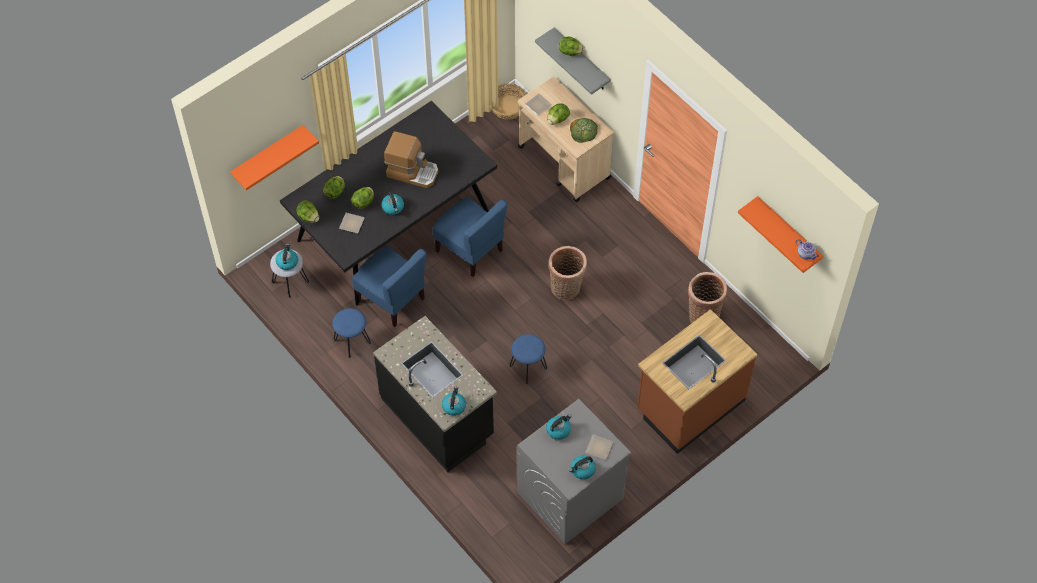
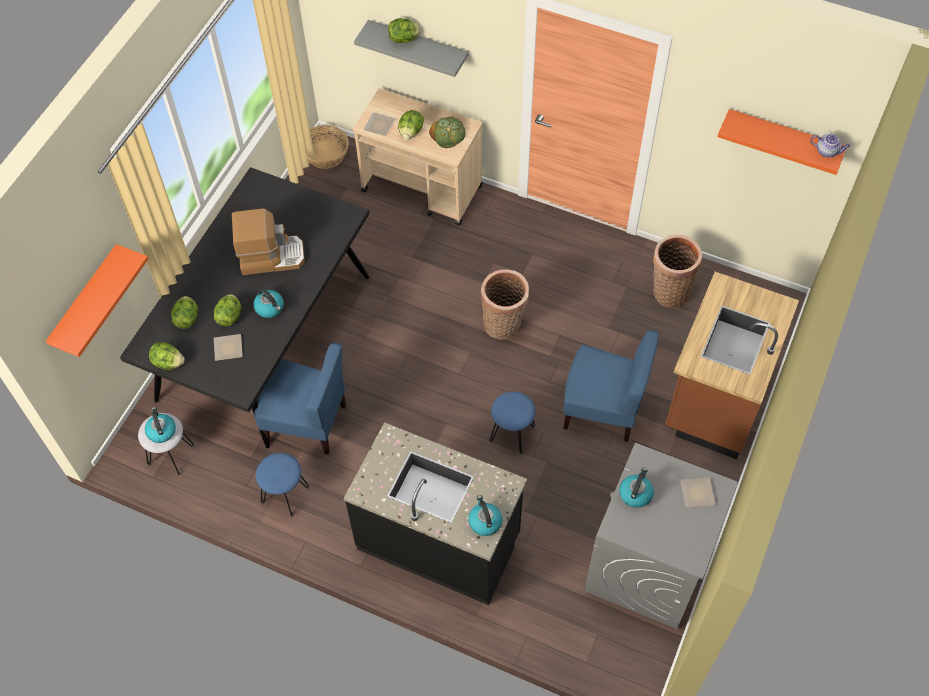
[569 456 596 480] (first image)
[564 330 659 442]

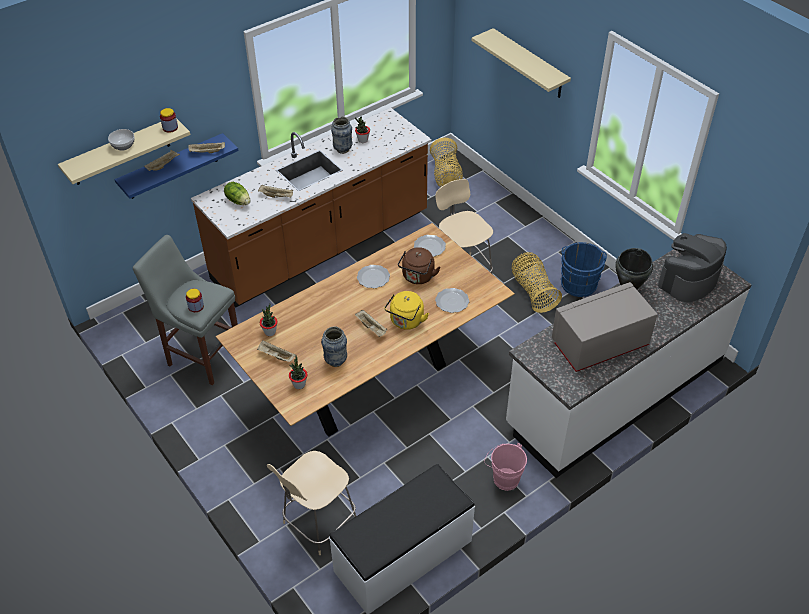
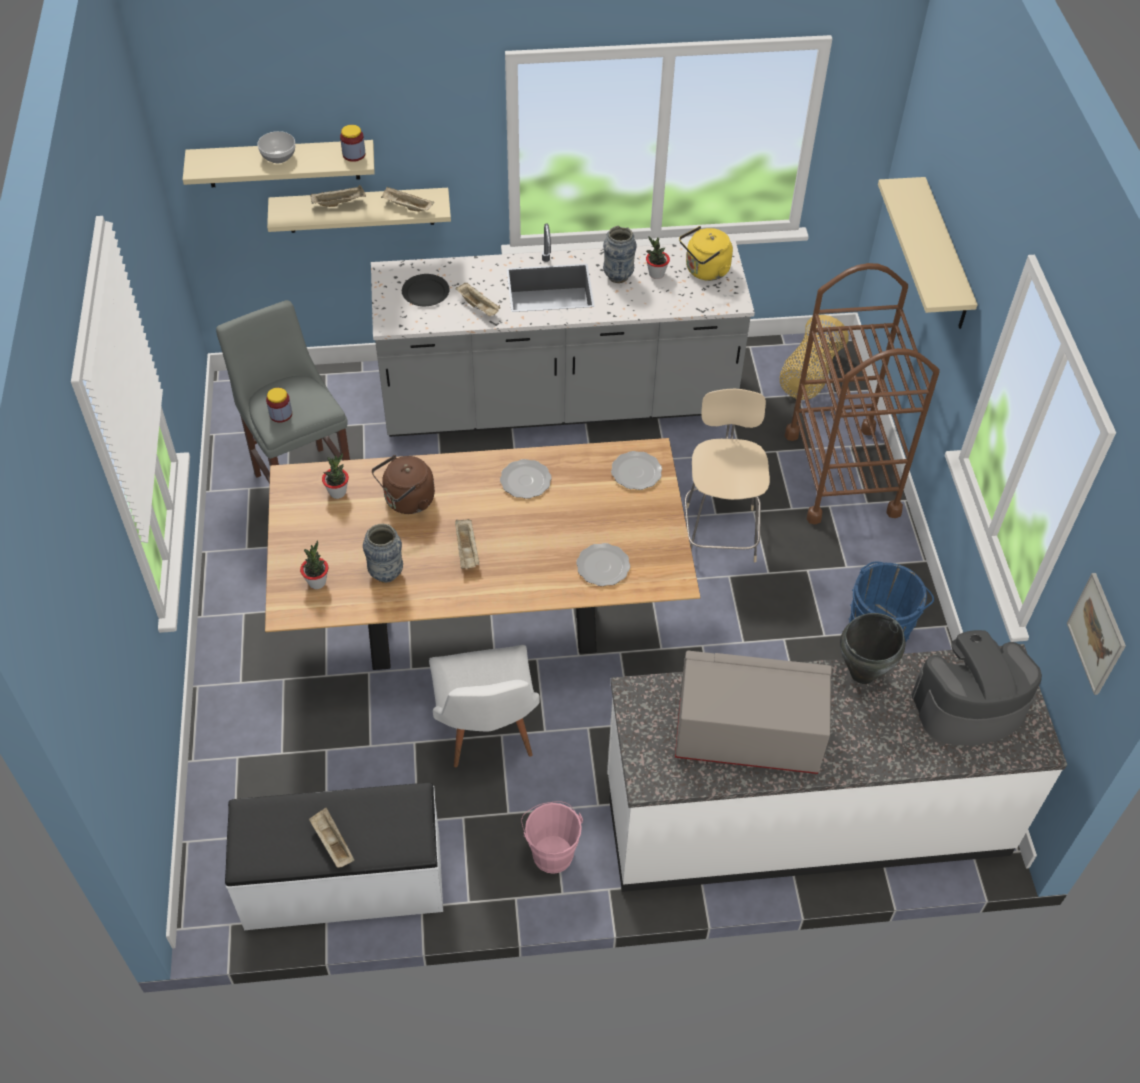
[267 451 356 555] (first image)
[512 252 562 313] (first image)
[429 645 540 767]
[785 263 939 525]
[1067 573 1126 695]
[309 807 354 868]
[679 226 733 281]
[372 455 435 514]
[402 274 450 306]
[267 188 451 233]
[371 223 755 437]

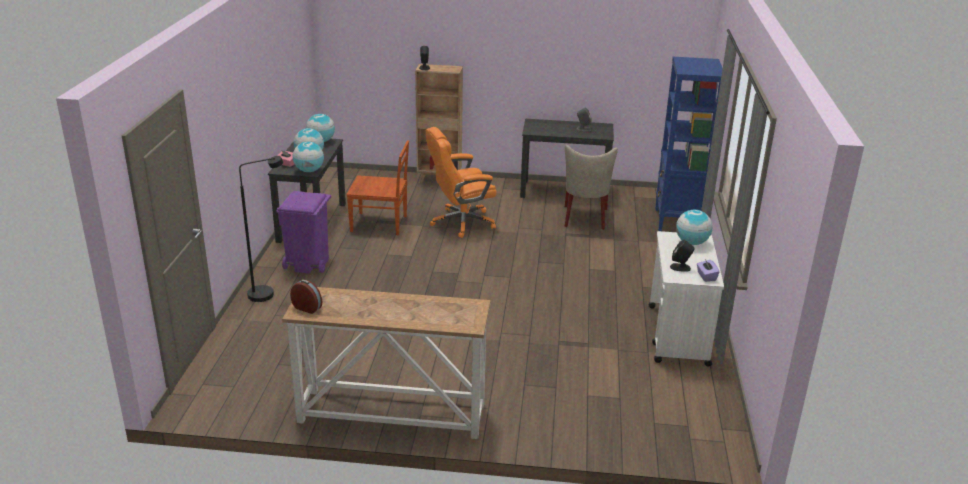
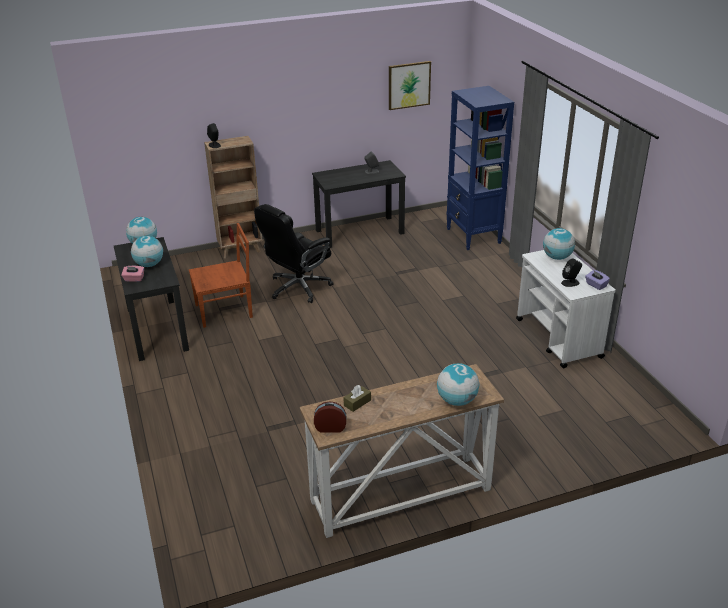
[239 156 283 302] (first image)
[276 191 331 273] (first image)
[565 144 618 230] (first image)
[343 385 371 412]
[389 61 431 110]
[437 363 479 406]
[254 204 334 303]

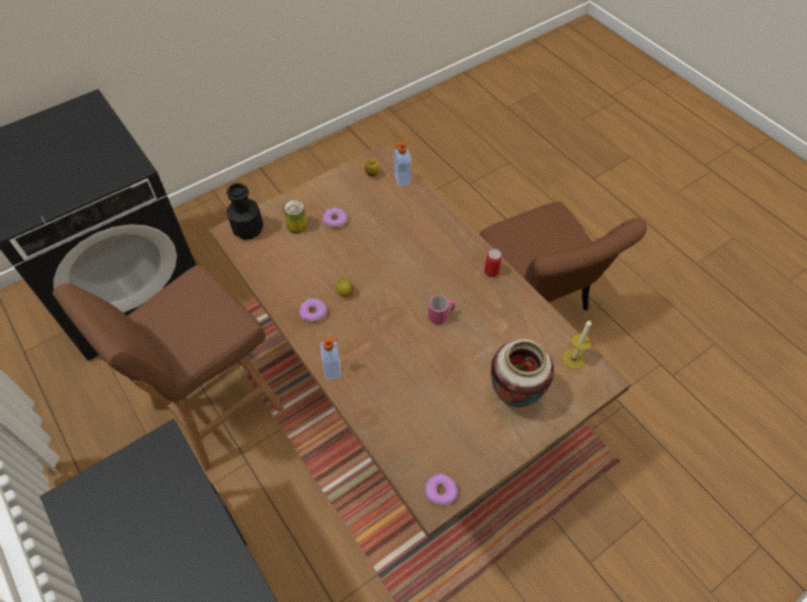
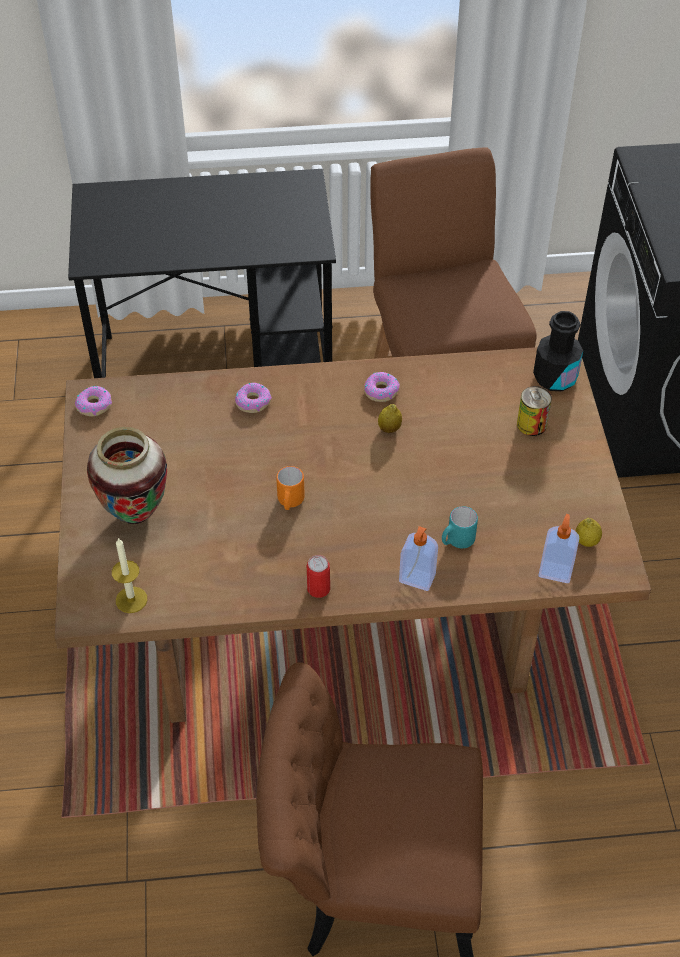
[442 506 478 548]
[399 526 438 591]
[235 383 272 413]
[276 466 305 510]

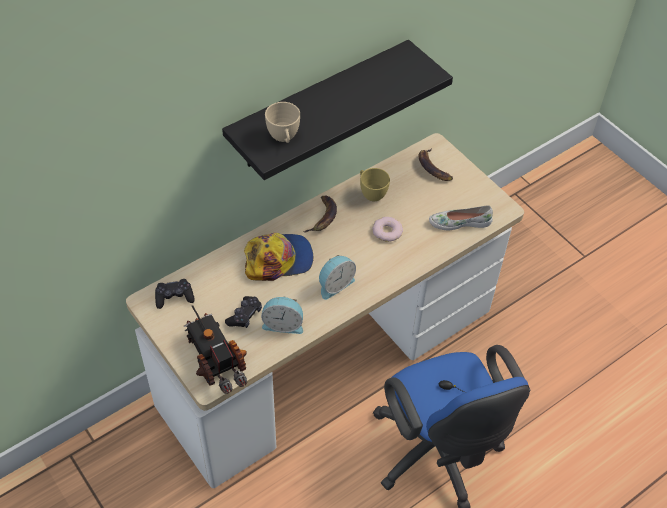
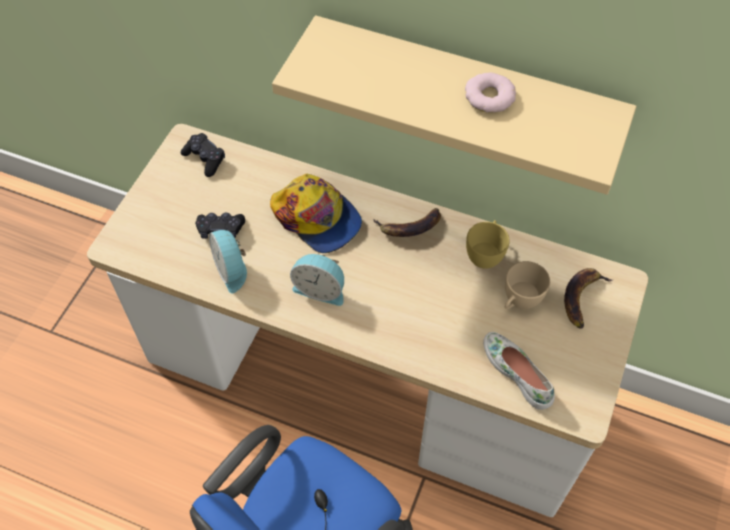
[184 305 247 394] (first image)
[505 261 550 309]
[465 72 516 113]
[272 15 636 195]

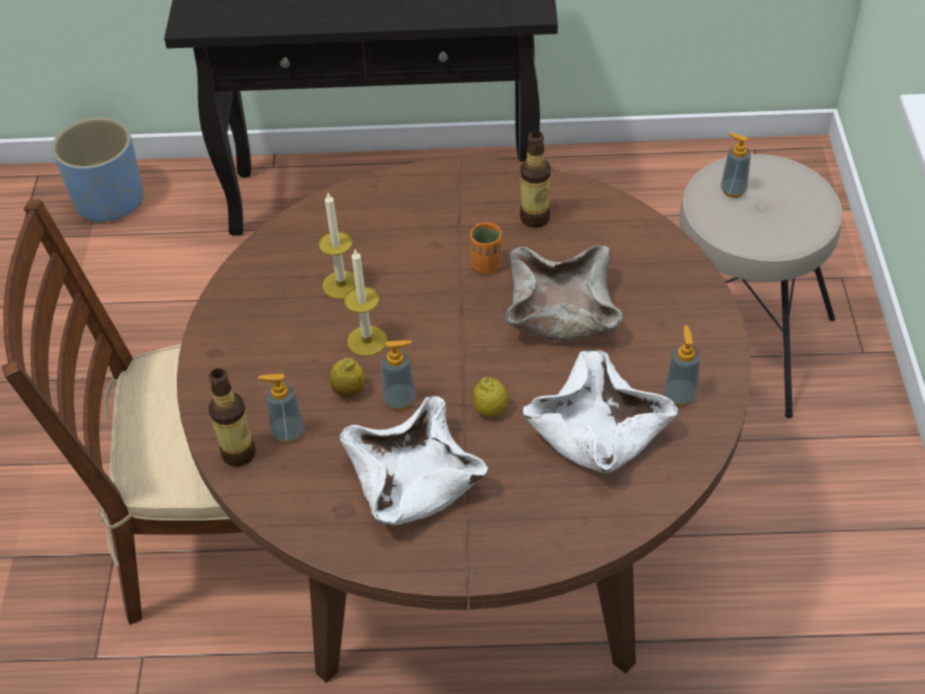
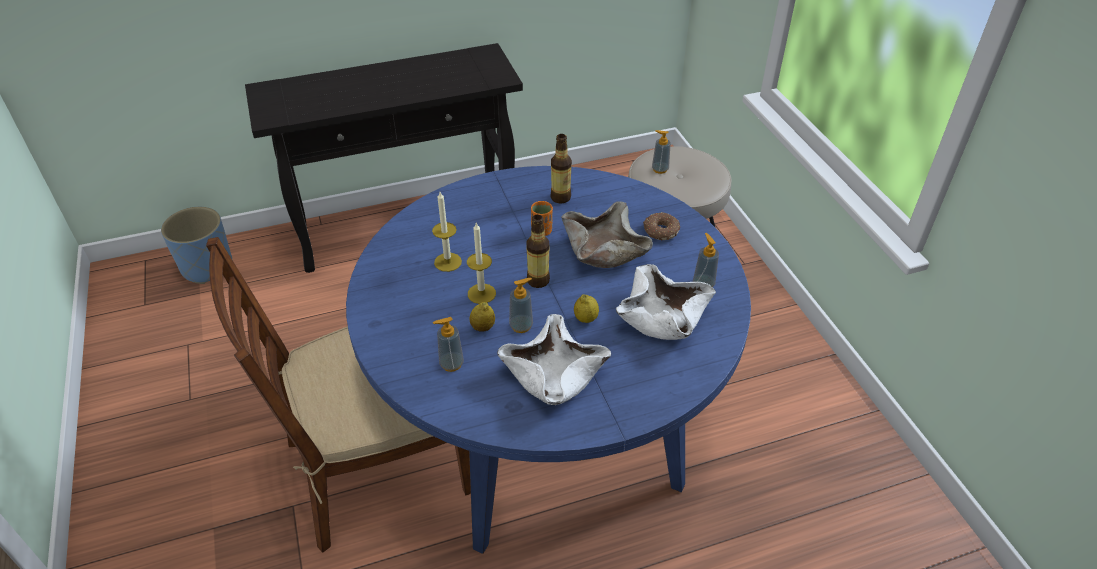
[643 212 680 241]
[526 215 550 288]
[346 166 751 554]

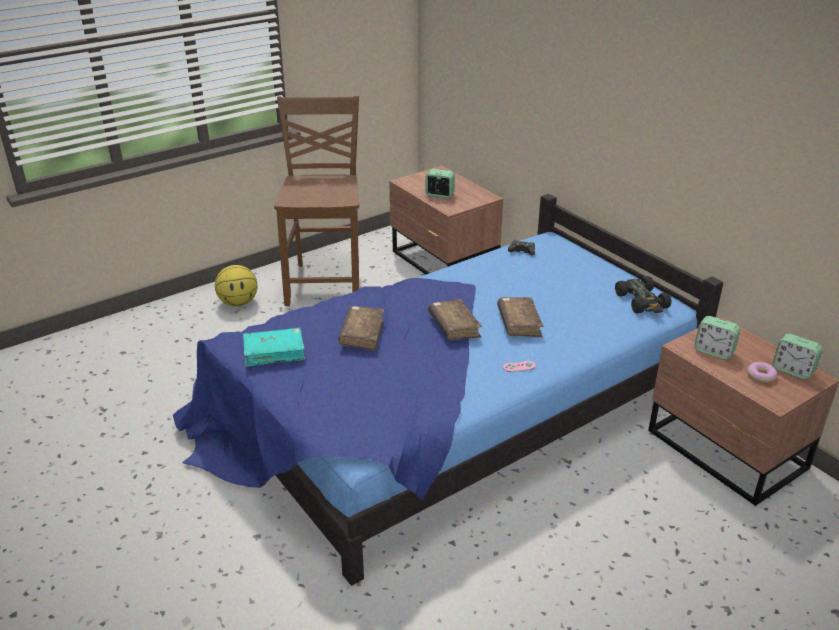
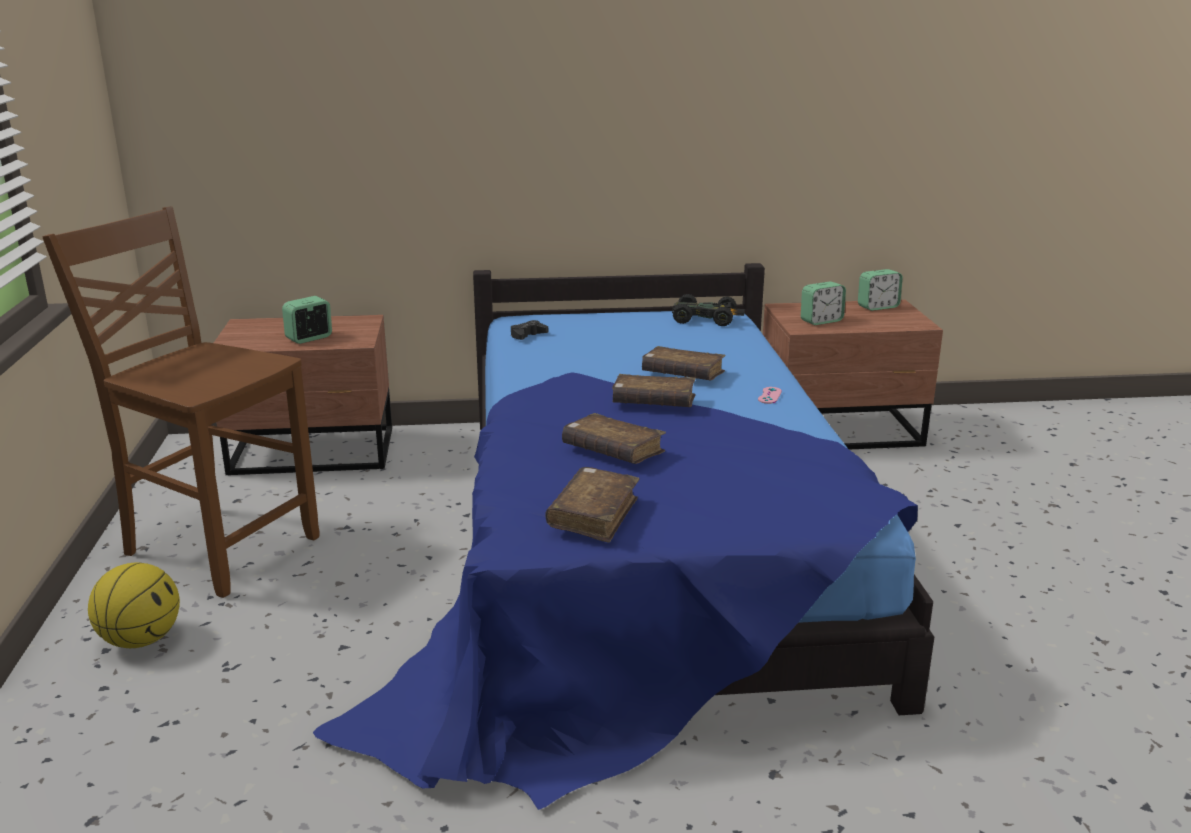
[747 362 777 383] (first image)
[546 467 639 543]

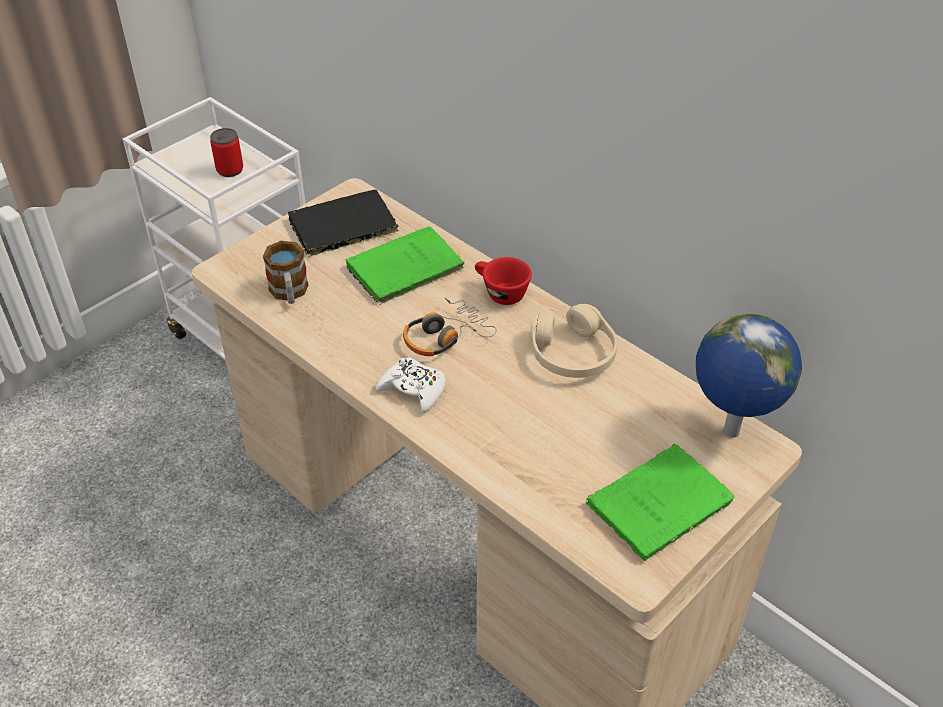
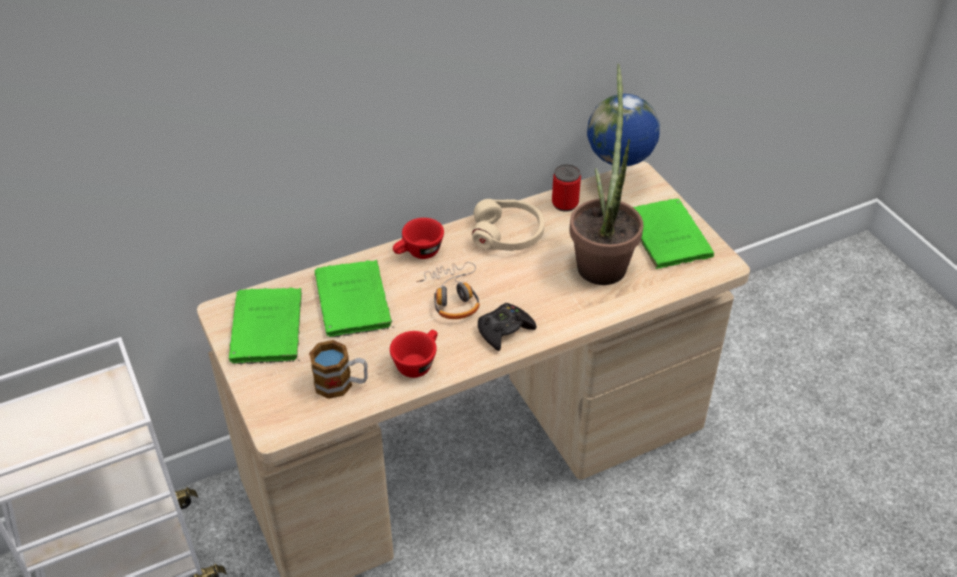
[390 330 438 378]
[570 64 643 285]
[552 164 581 212]
[229 288 302 365]
[478 303 537 351]

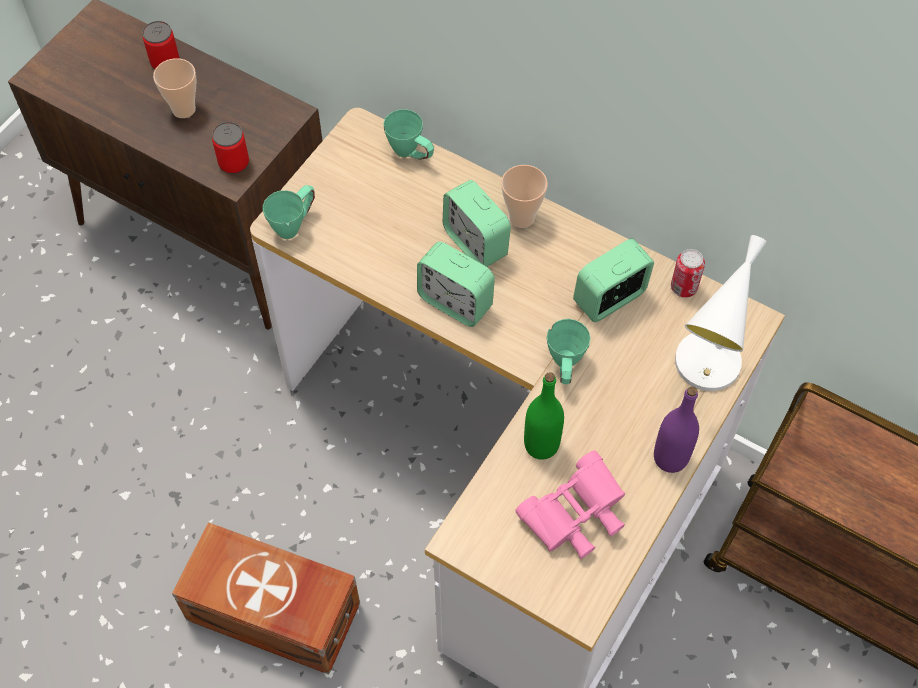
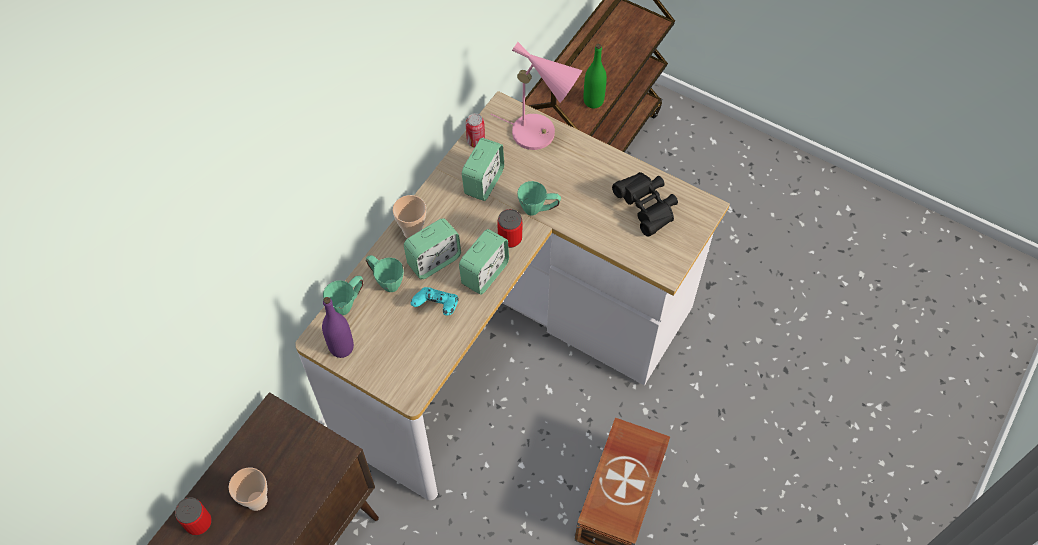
[411 287 458 315]
[497 209 522 248]
[366 255 404 292]
[584 44 607 108]
[322 297 354 358]
[612 172 678 237]
[491 42 582 150]
[462 138 504 201]

